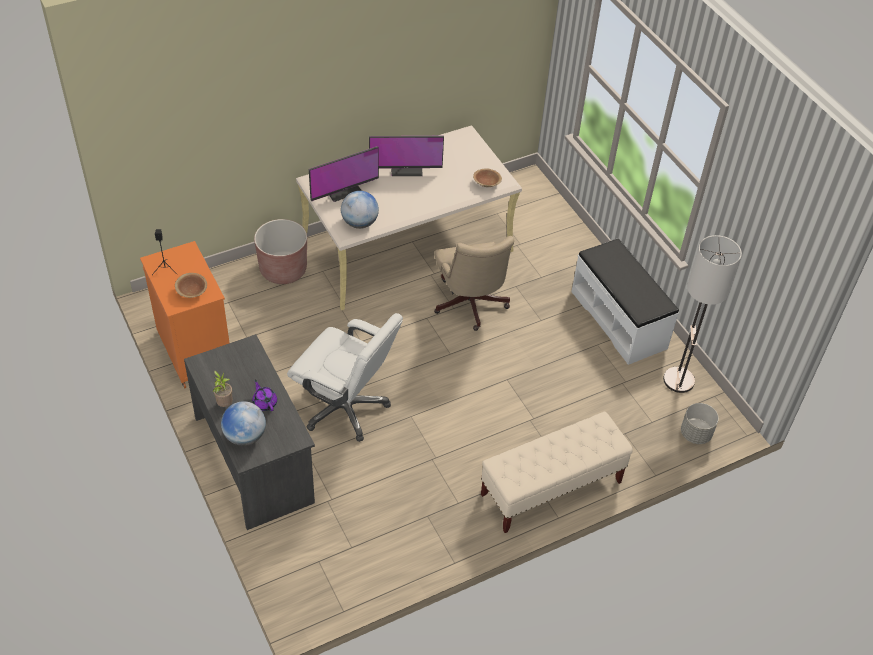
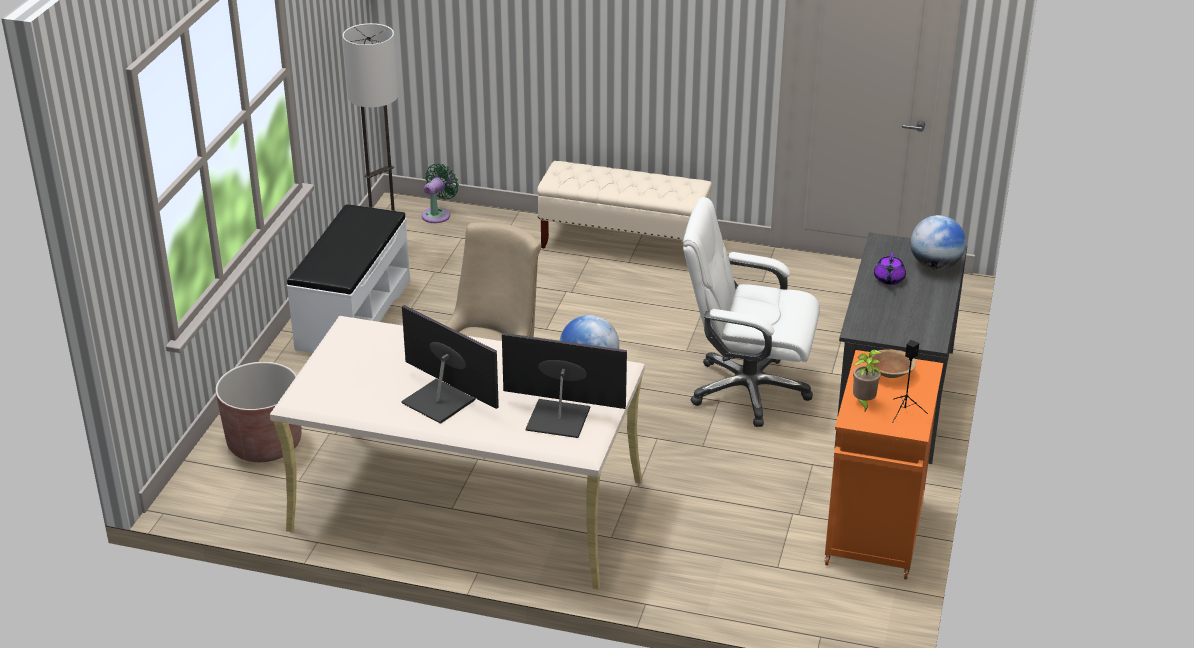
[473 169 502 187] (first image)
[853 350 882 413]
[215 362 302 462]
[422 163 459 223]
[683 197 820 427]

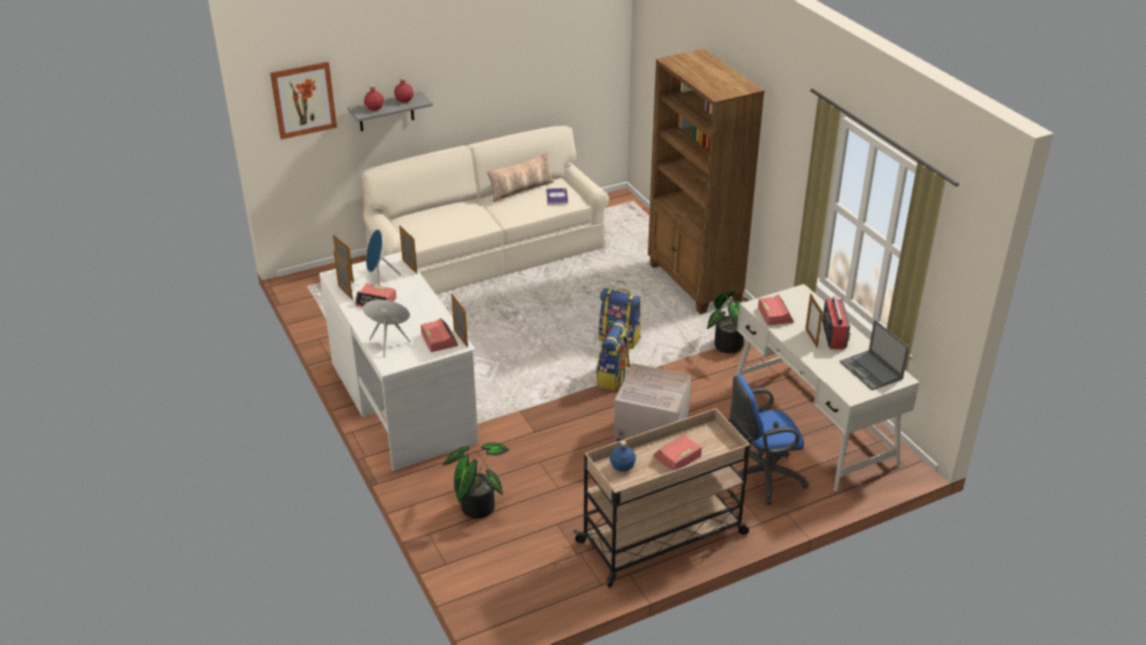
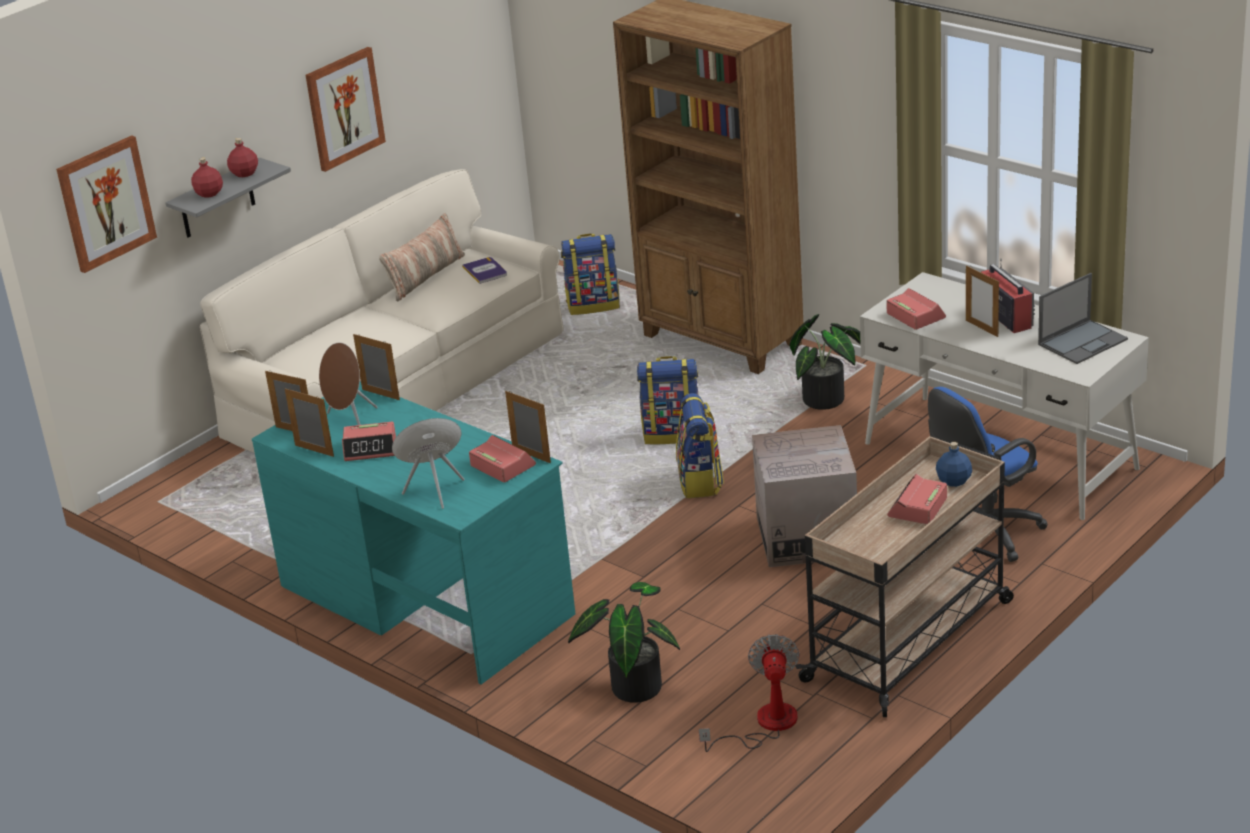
[305 47 386 172]
[561 234 620 315]
[699 634 800 752]
[936 442 972 487]
[252 381 575 685]
[319 342 378 425]
[1038 273 1128 364]

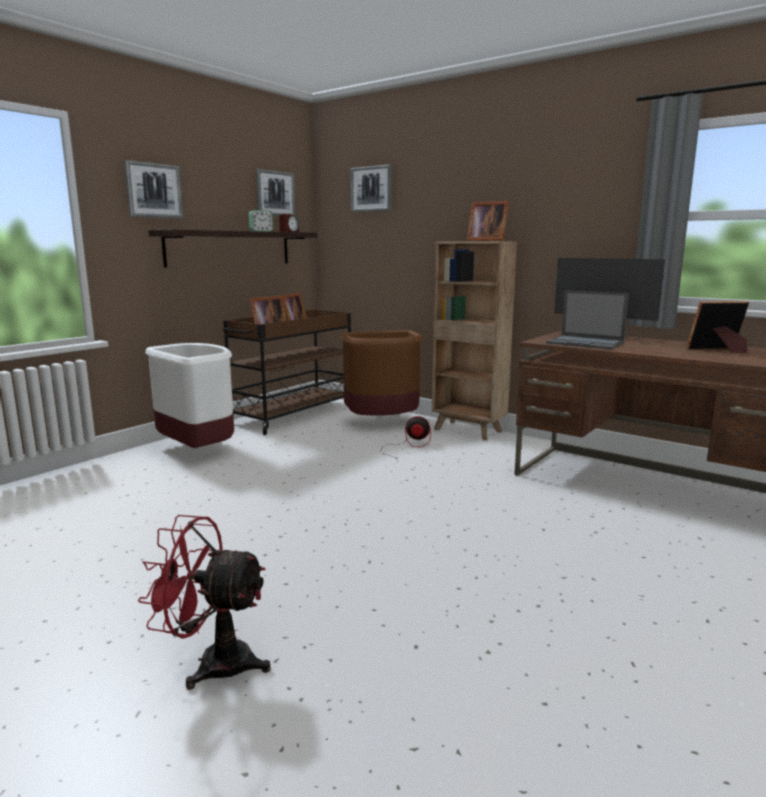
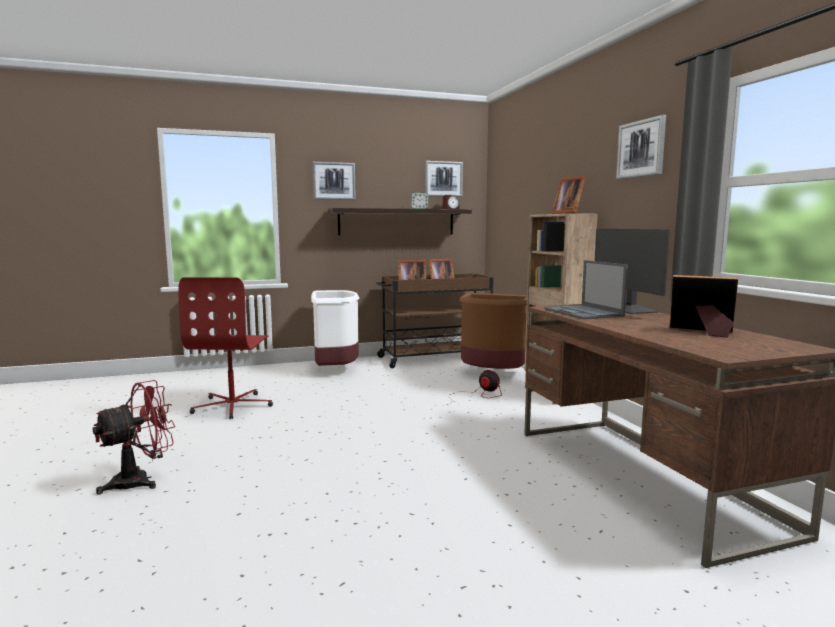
[178 277 273 419]
[616 115 666 179]
[93 380 175 495]

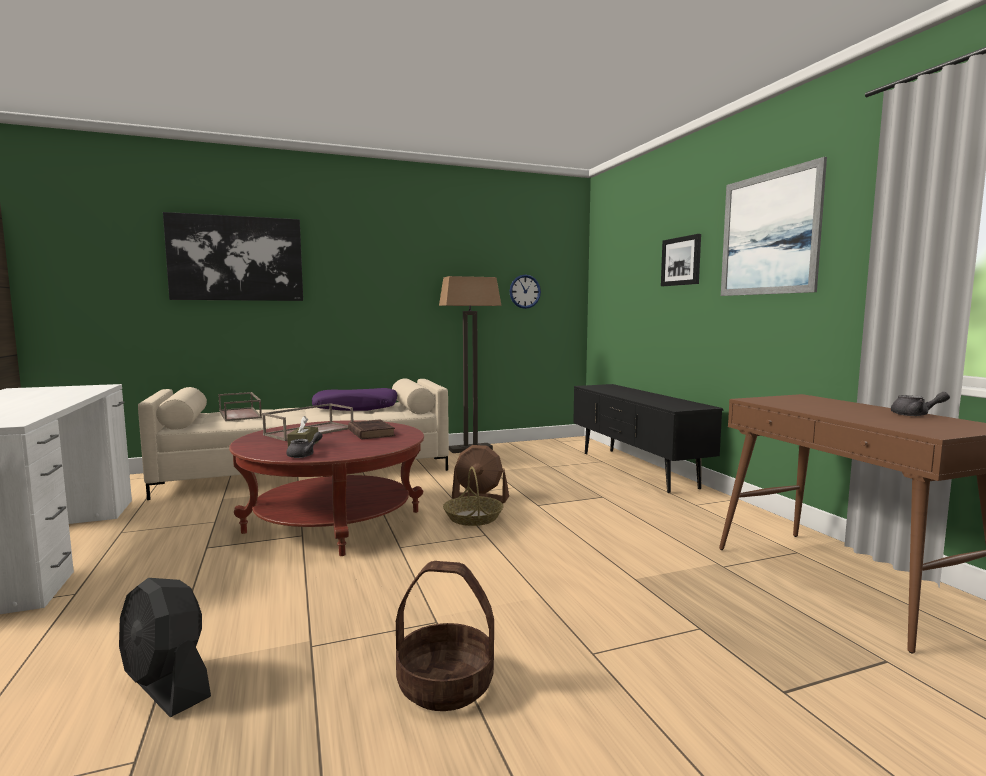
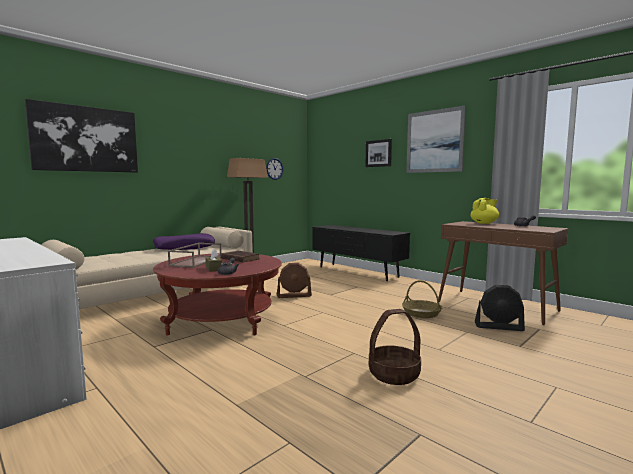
[218 392 262 421] (first image)
[470 198 499 224]
[475 285 525 331]
[402 280 443 318]

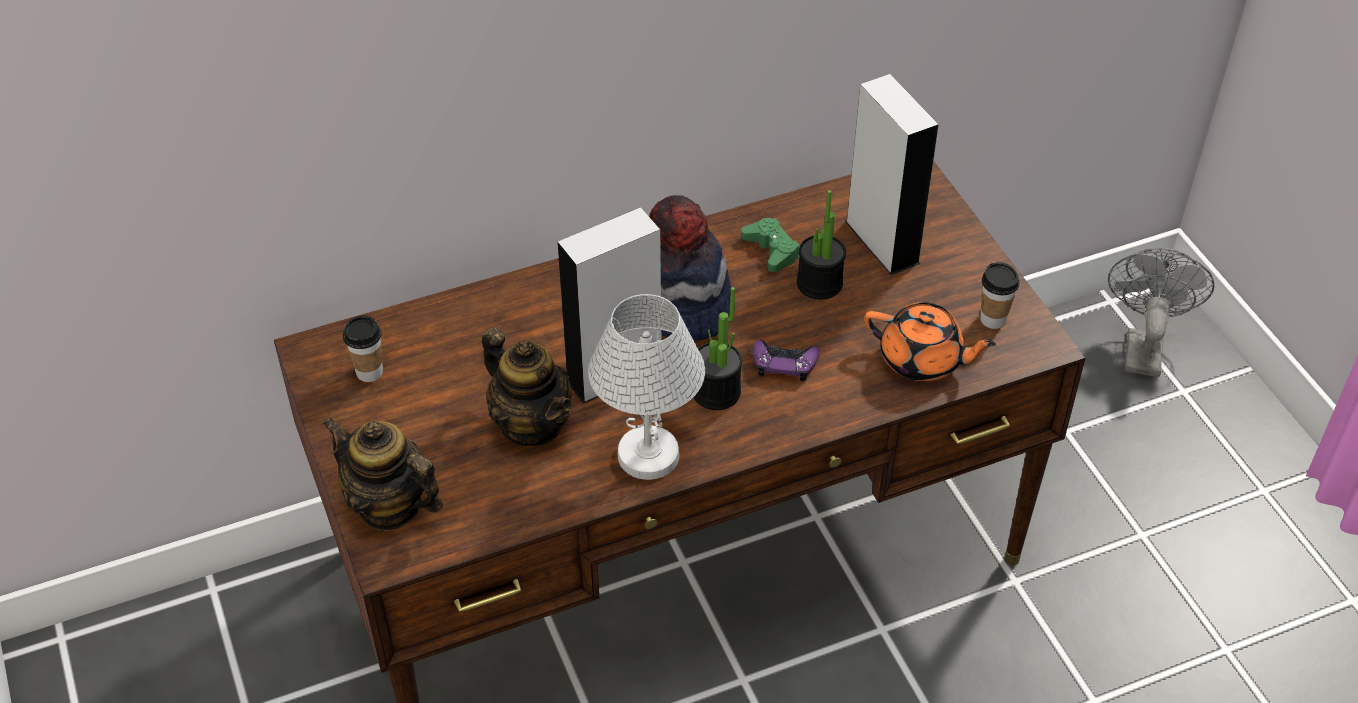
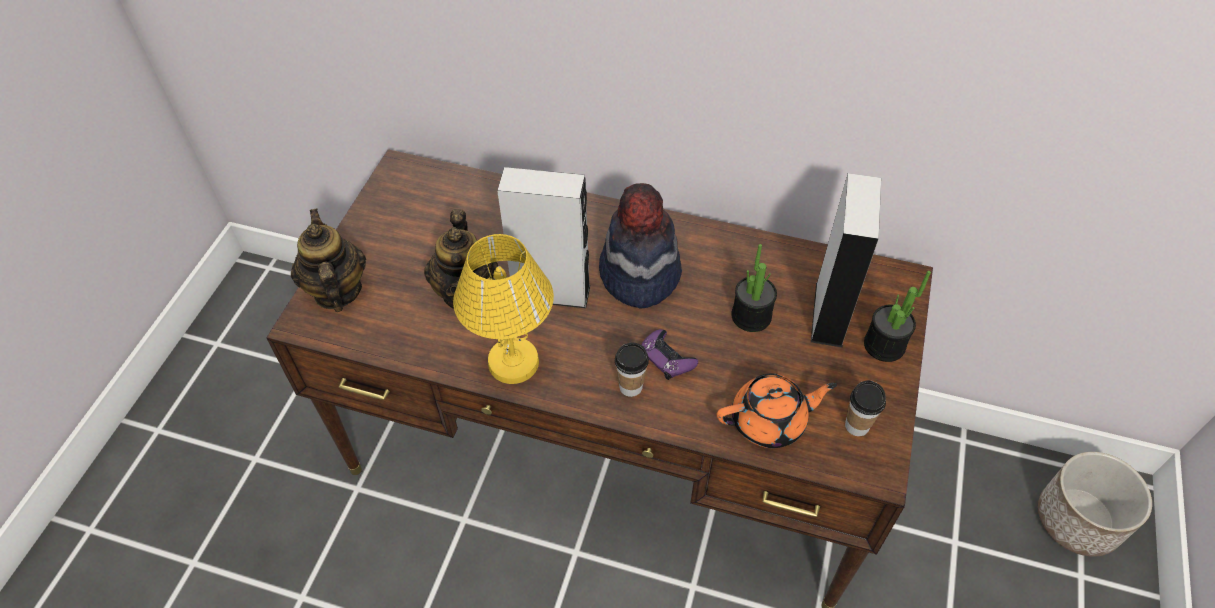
[741 218 800 272] (first image)
[615 343 649 397]
[864 271 931 362]
[1038 452 1152 557]
[453 234 554 384]
[717 374 837 448]

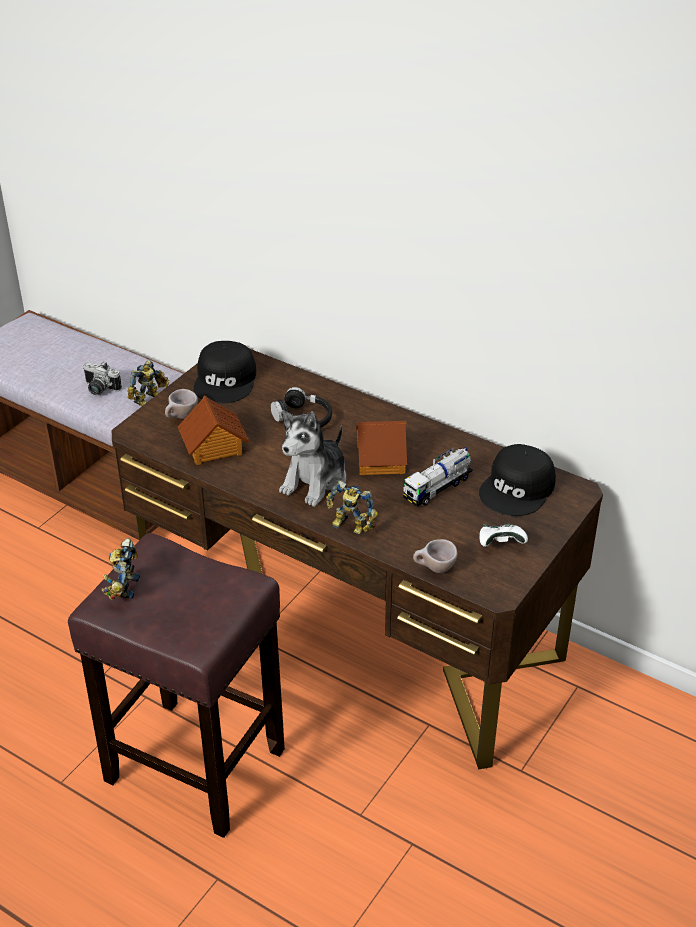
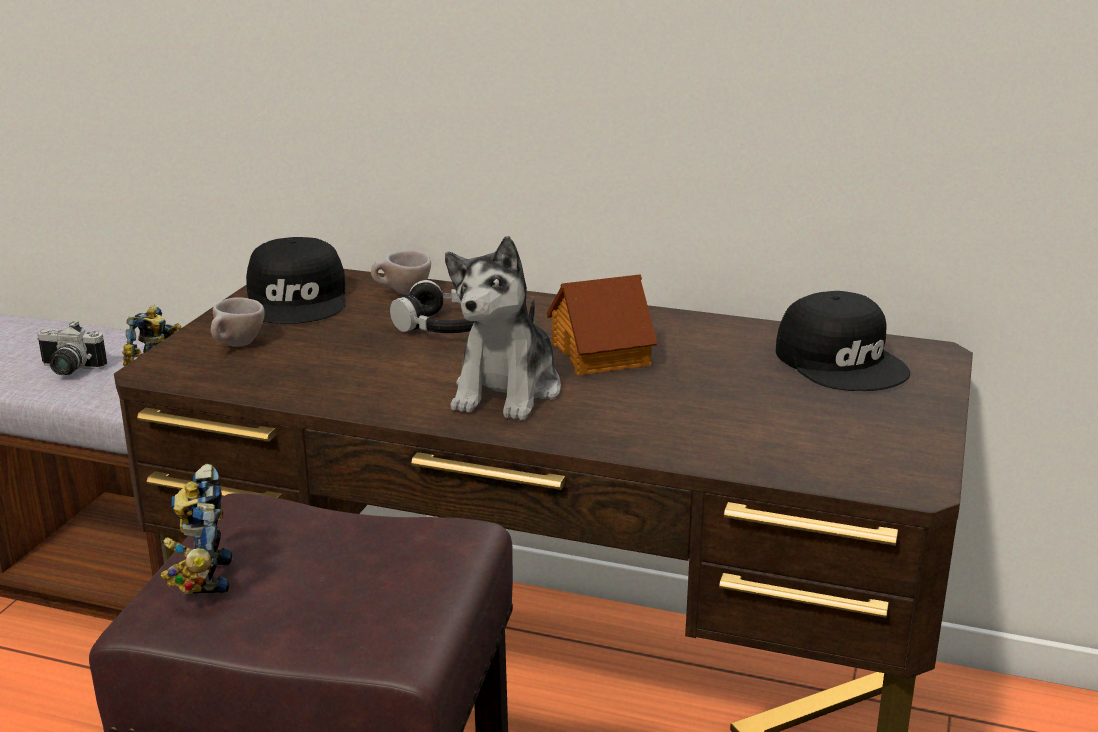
[178 396 249 465] (first image)
[326 481 378 534] (first image)
[403 447 473 507] (first image)
[479 523 528 547] (first image)
[371 251 431 295]
[776 291 910 391]

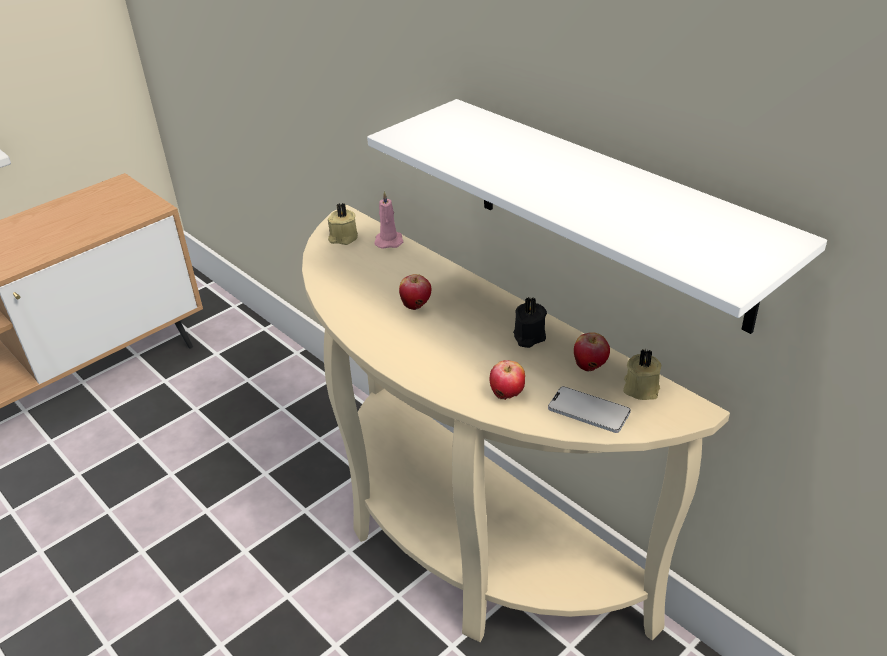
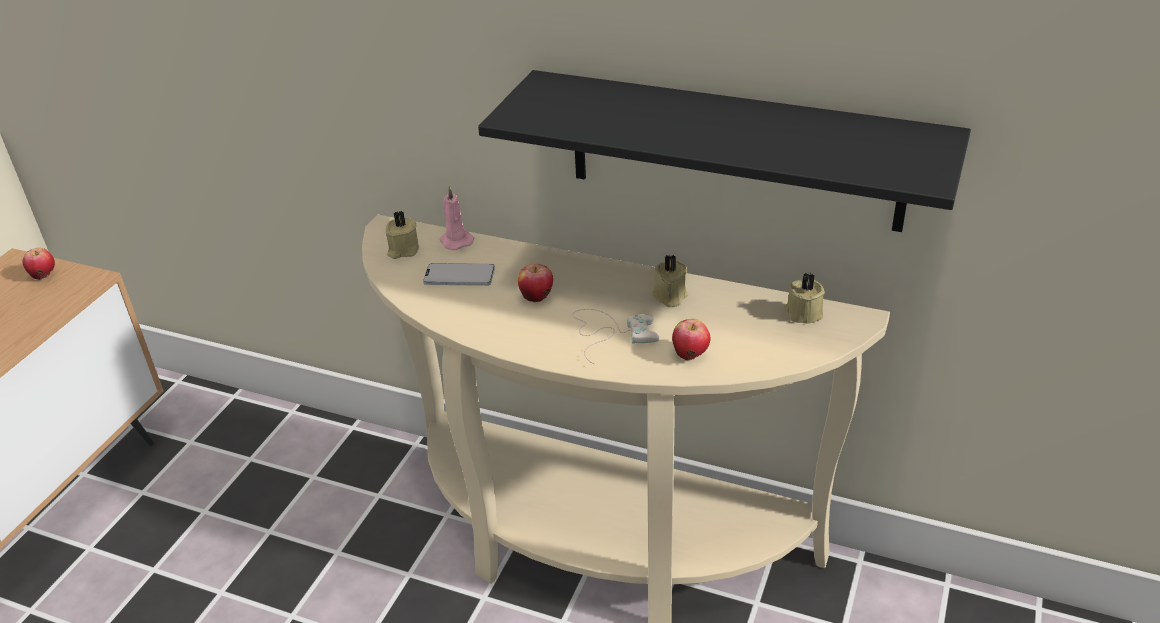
[573 309 659 364]
[423 263 495 286]
[23 248 55 280]
[478 70 971 232]
[652 255 688 307]

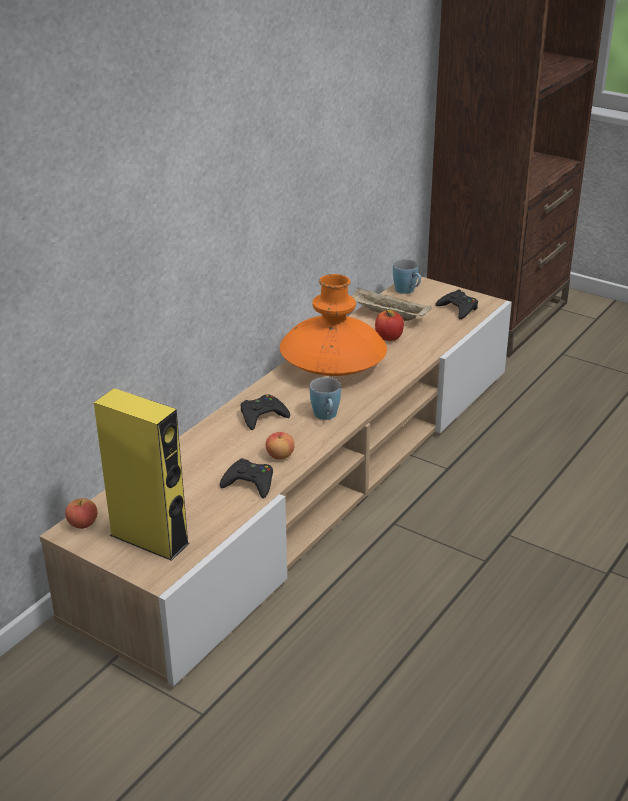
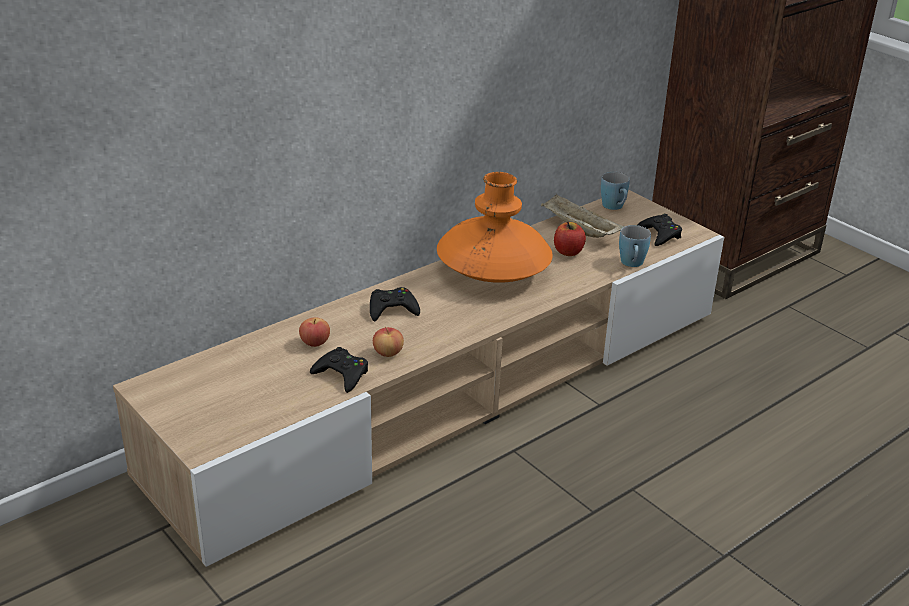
[94 388 190 561] (first image)
[299 317 330 347]
[619 225 651 267]

